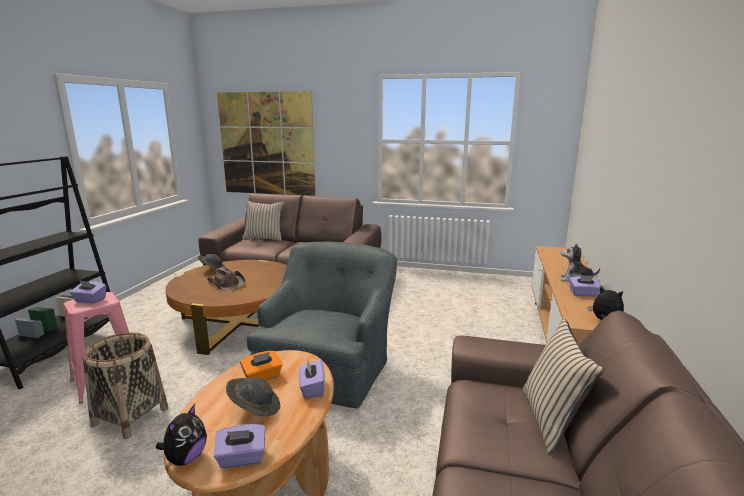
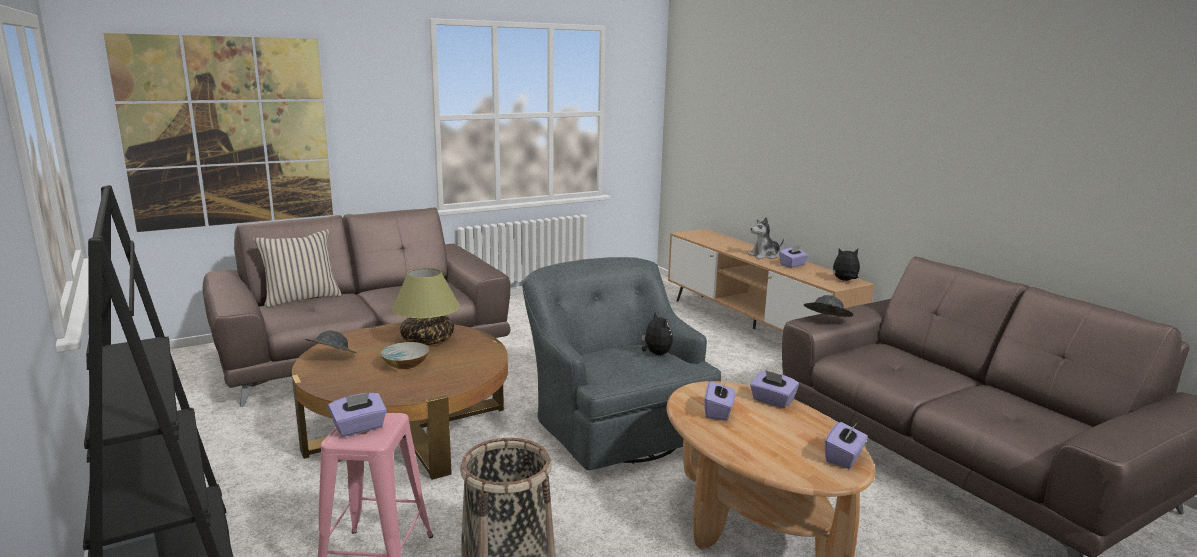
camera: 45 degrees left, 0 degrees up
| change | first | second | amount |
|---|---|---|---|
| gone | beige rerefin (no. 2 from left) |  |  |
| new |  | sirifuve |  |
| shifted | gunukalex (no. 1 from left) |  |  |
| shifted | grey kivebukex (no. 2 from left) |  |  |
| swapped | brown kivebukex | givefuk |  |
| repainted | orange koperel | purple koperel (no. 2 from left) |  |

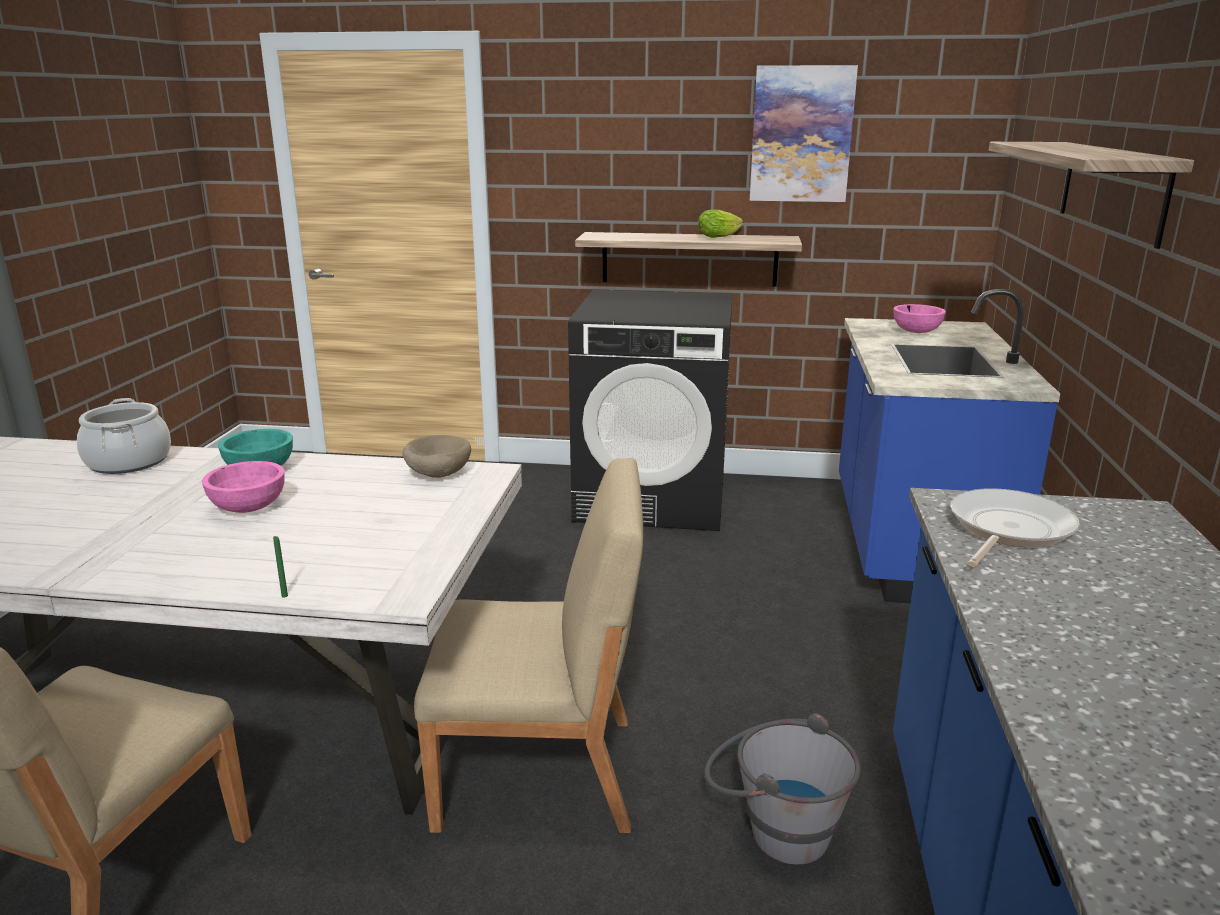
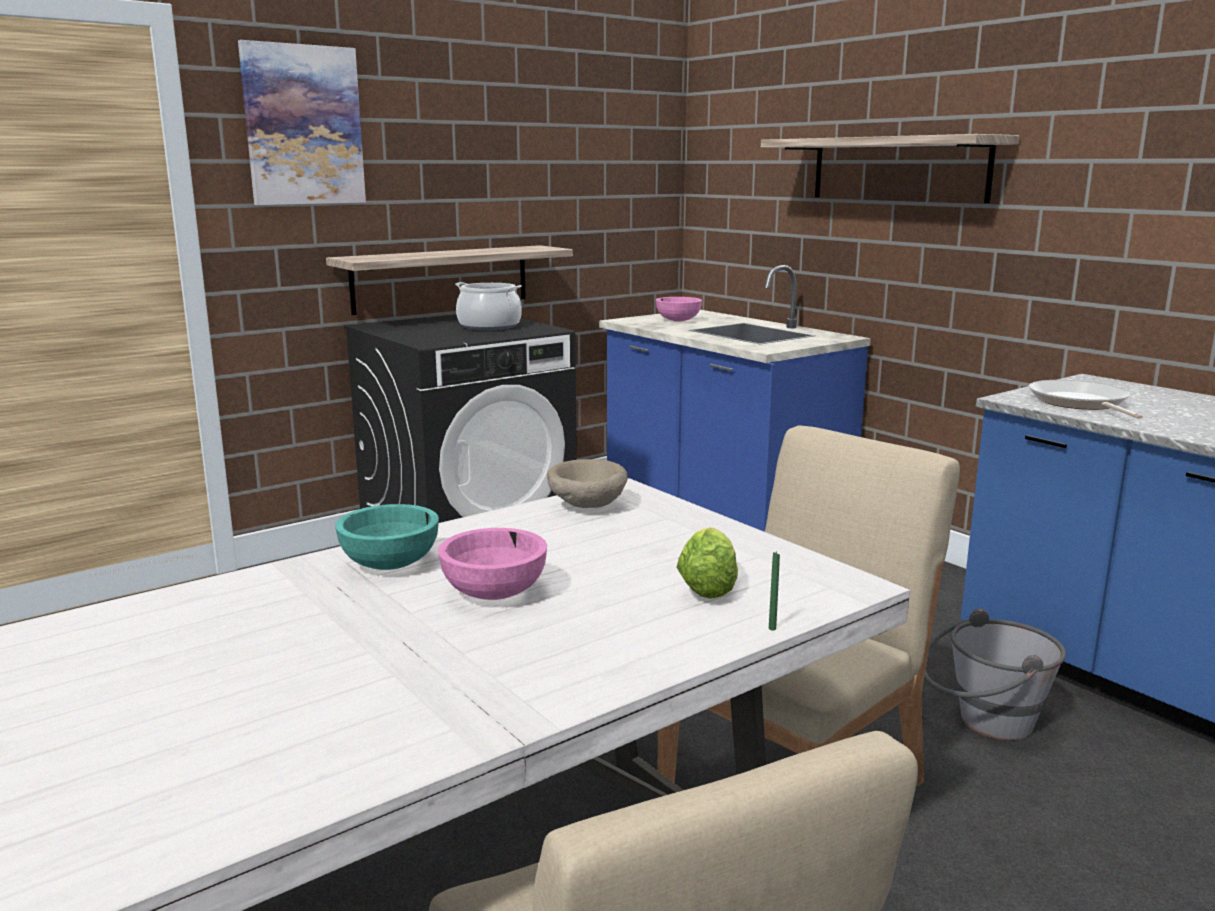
camera: 45 degrees left, 5 degrees down
| change | first | second | amount |
|---|---|---|---|
| shifted | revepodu |  |  |
| shifted | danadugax |  |  |
| shifted | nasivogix |  |  |

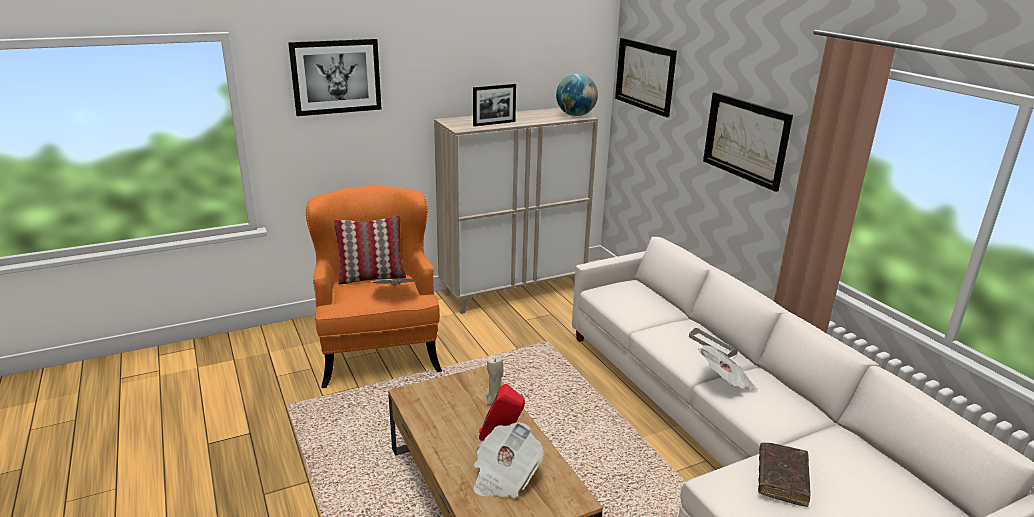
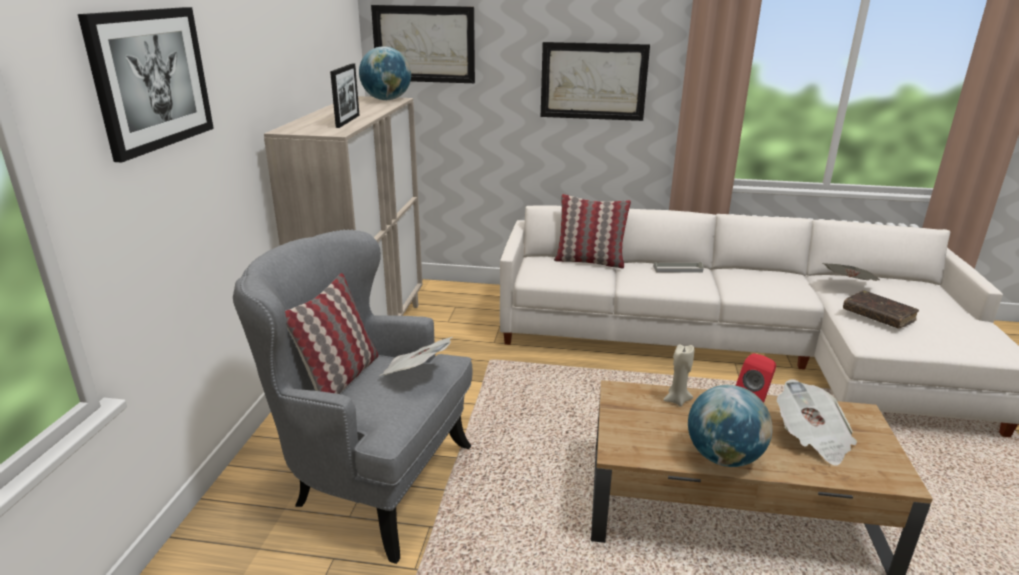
camera: 55 degrees left, 0 degrees up
| change | first | second | amount |
|---|---|---|---|
| new |  | rerefin (no. 2 from left) |  |
| new |  | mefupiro (no. 2 from left) |  |
| shifted | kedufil (no. 3 from left) |  |  |
| repainted | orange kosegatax | grey kosegatax |  |

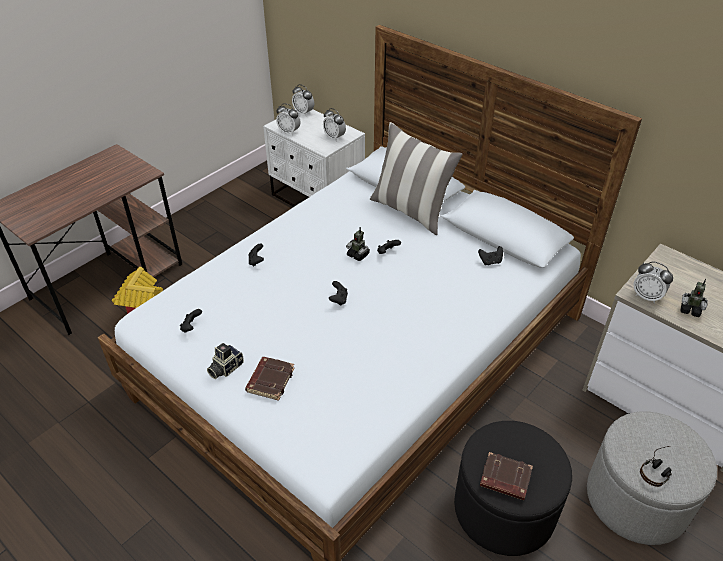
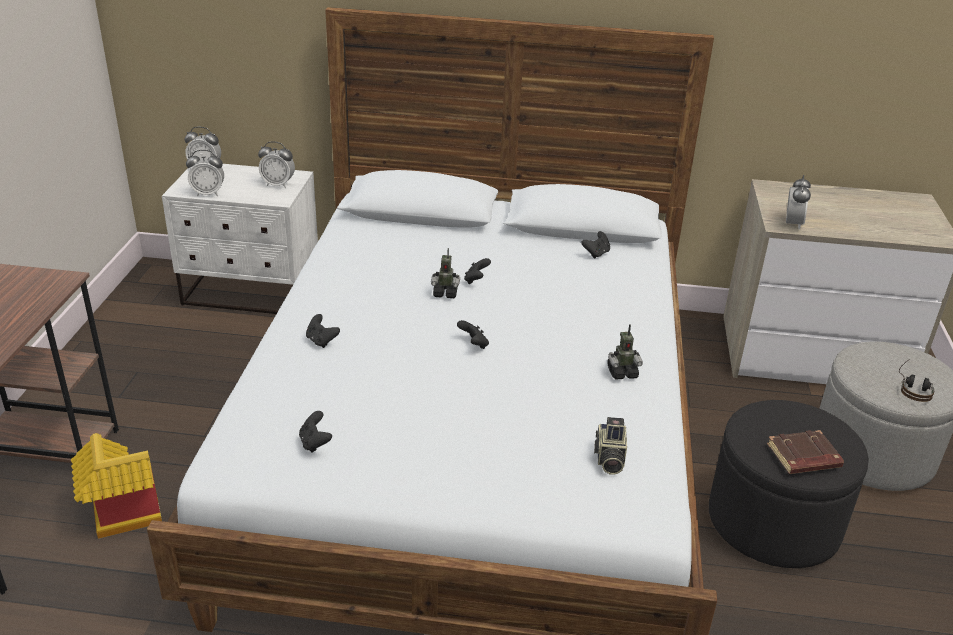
camera: 35 degrees left, 10 degrees down
| change | first | second | amount |
|---|---|---|---|
| gone | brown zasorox (no. 1 from left) |  |  |
| gone | rerefin |  |  |
| shifted | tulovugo |  |  |
| shifted | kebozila (no. 2 from left) |  |  |
| rotated | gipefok (no. 4 from left) |  | 75 degrees counterclockwise |

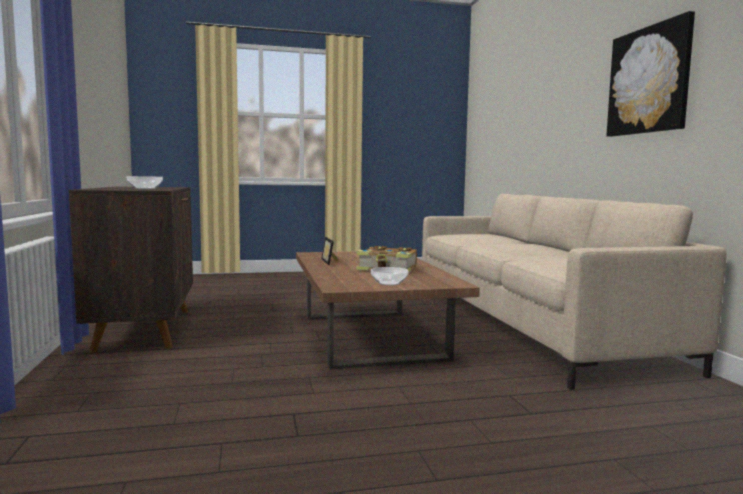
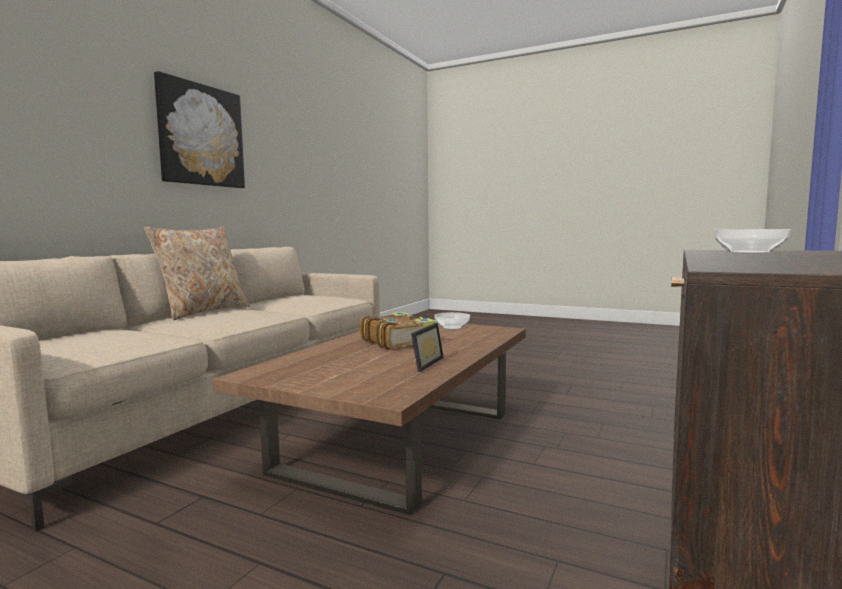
camera: 140 degrees left, 0 degrees up
| change | first | second | amount |
|---|---|---|---|
| new |  | beige rerefin |  |

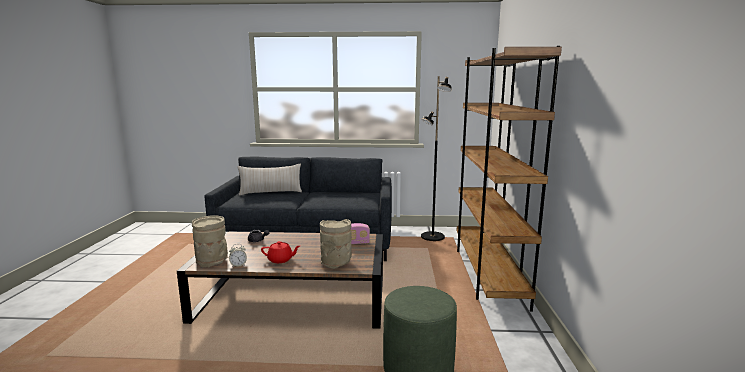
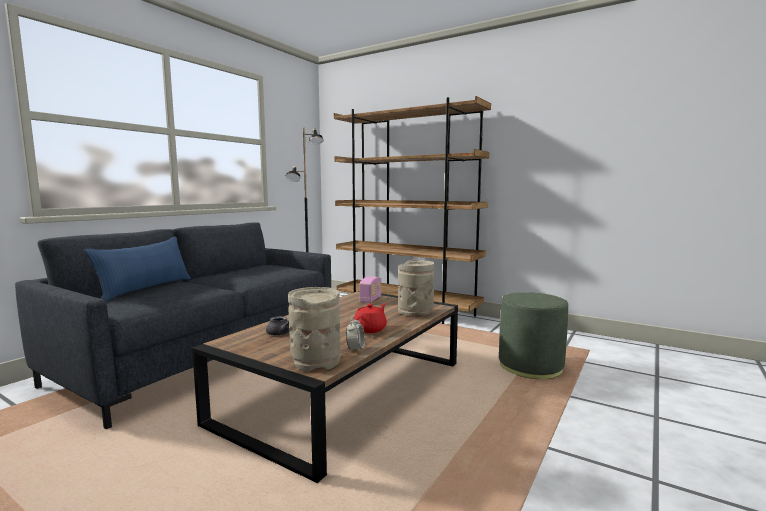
camera: 60 degrees left, 5 degrees down
| change | first | second | amount |
|---|---|---|---|
| repainted | beige rerefin | blue rerefin |  |

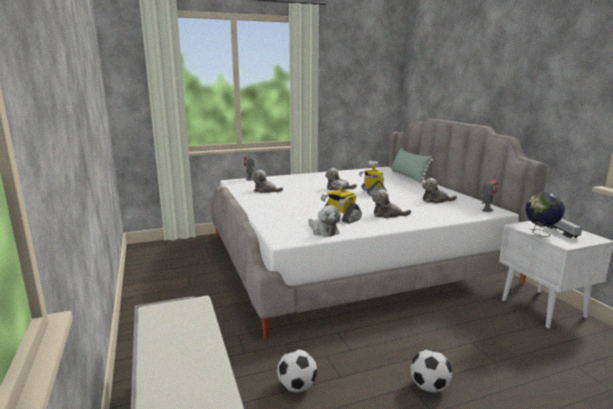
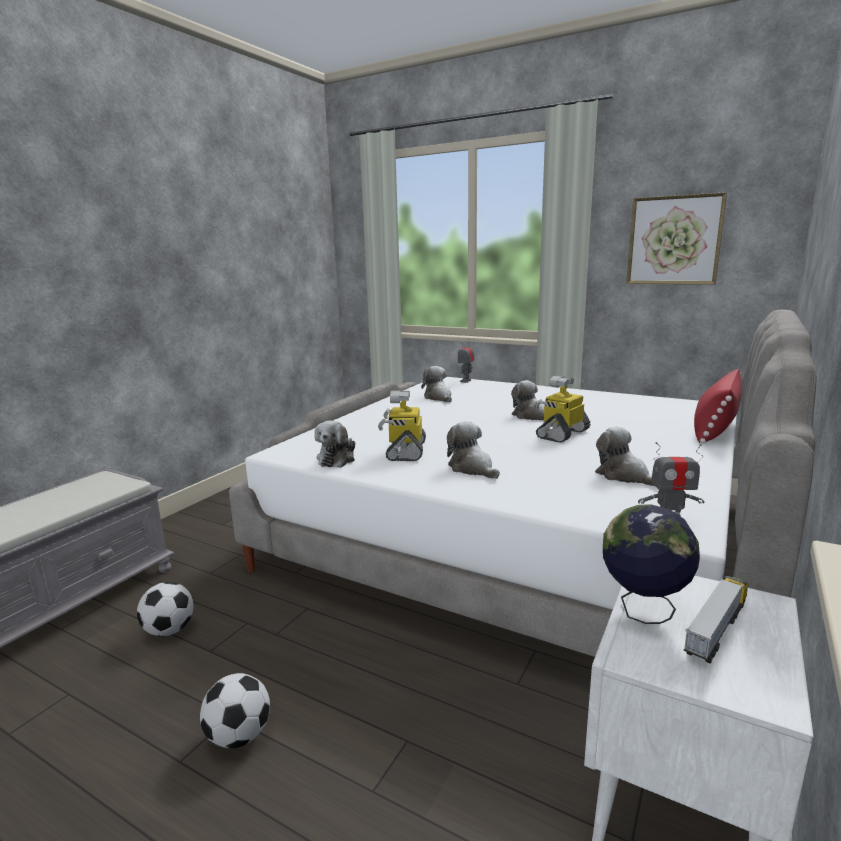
camera: 50 degrees right, 0 degrees up
| change | first | second | amount |
|---|---|---|---|
| new |  | nasivogix |  |
| repainted | green rerefin | red rerefin |  |

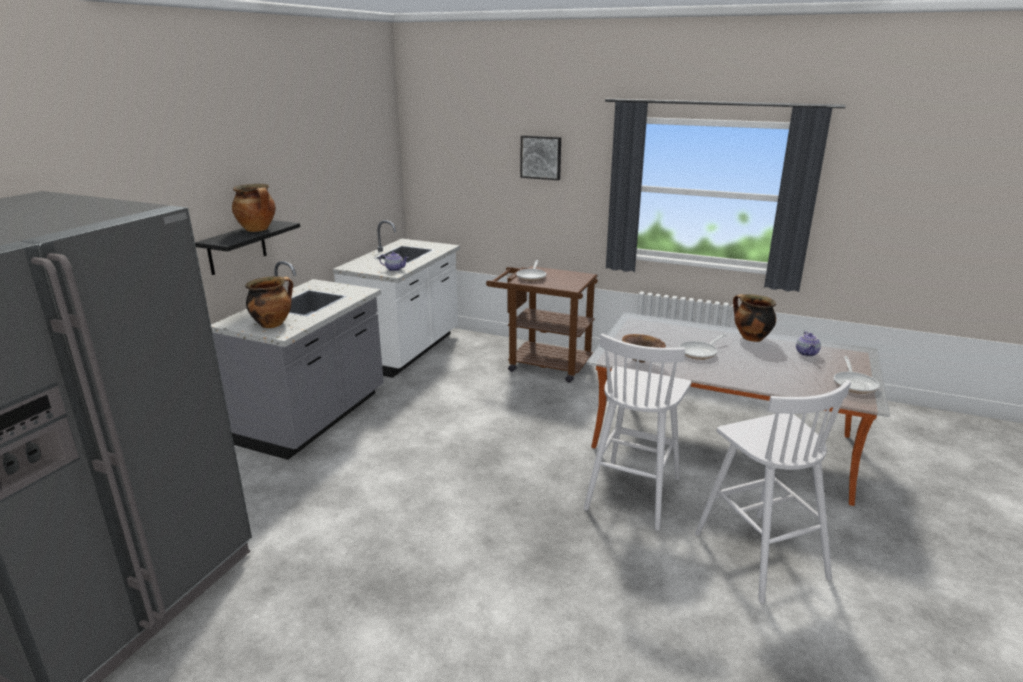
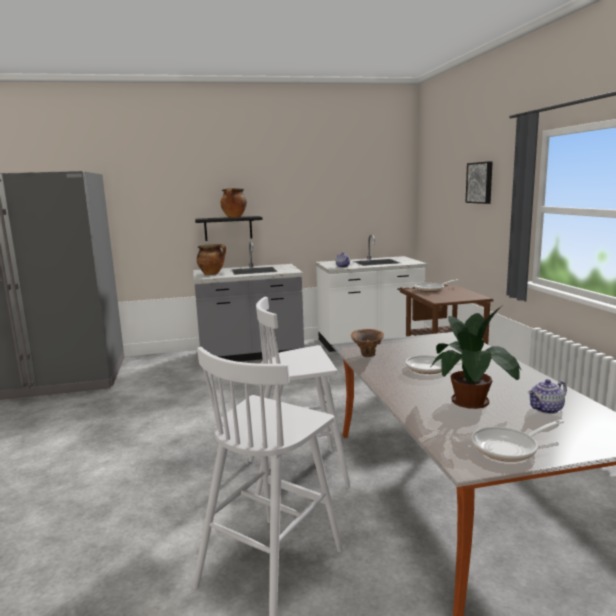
camera: 55 degrees right, 10 degrees down
| change | first | second | amount |
|---|---|---|---|
| gone | revepodu (no. 3 from left) |  |  |
| new |  | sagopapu |  |

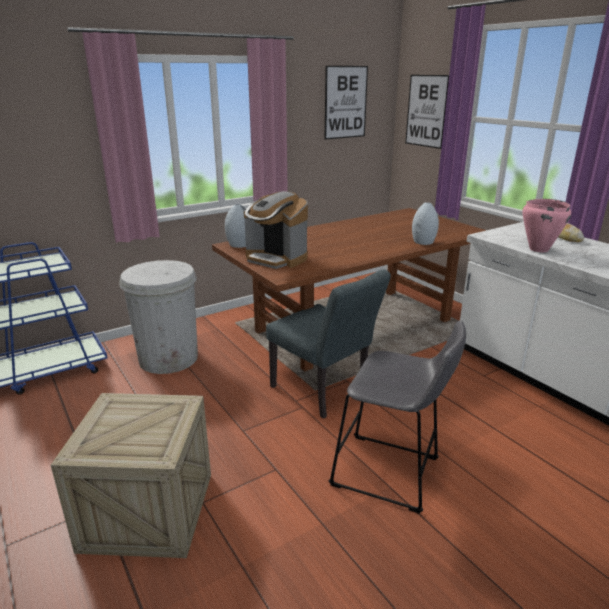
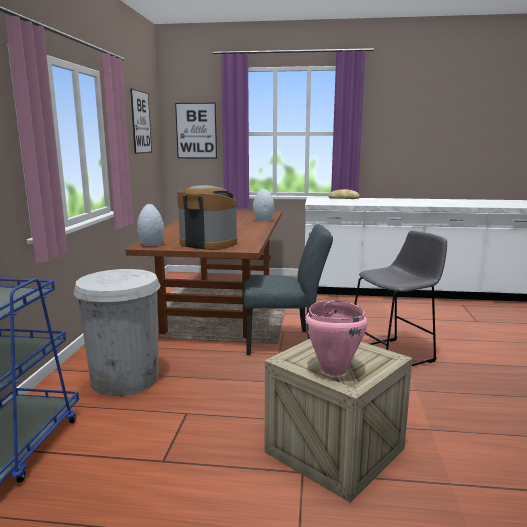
camera: 50 degrees left, 10 degrees down
| change | first | second | amount |
|---|---|---|---|
| shifted | pink revepodu |  |  |
| rotated | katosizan |  | 135 degrees counterclockwise |

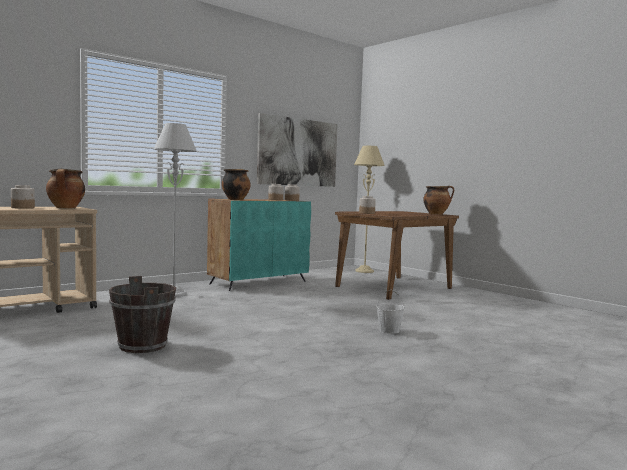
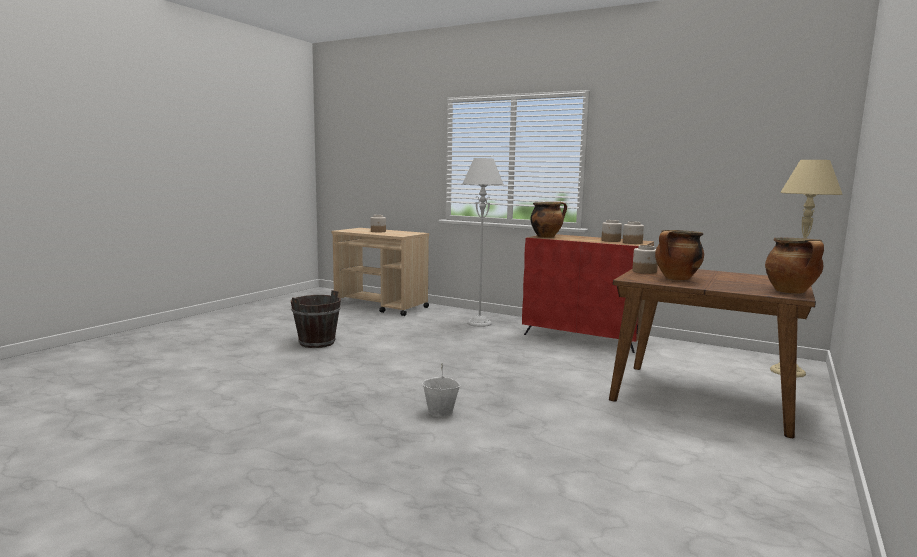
camera: 70 degrees right, 5 degrees up
| change | first | second | amount |
|---|---|---|---|
| gone | nasivogix |  |  |
| shifted | revepodu (no. 1 from left in the first image) | revepodu (no. 2 from left) |  |
| repainted | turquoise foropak | red foropak |  |

